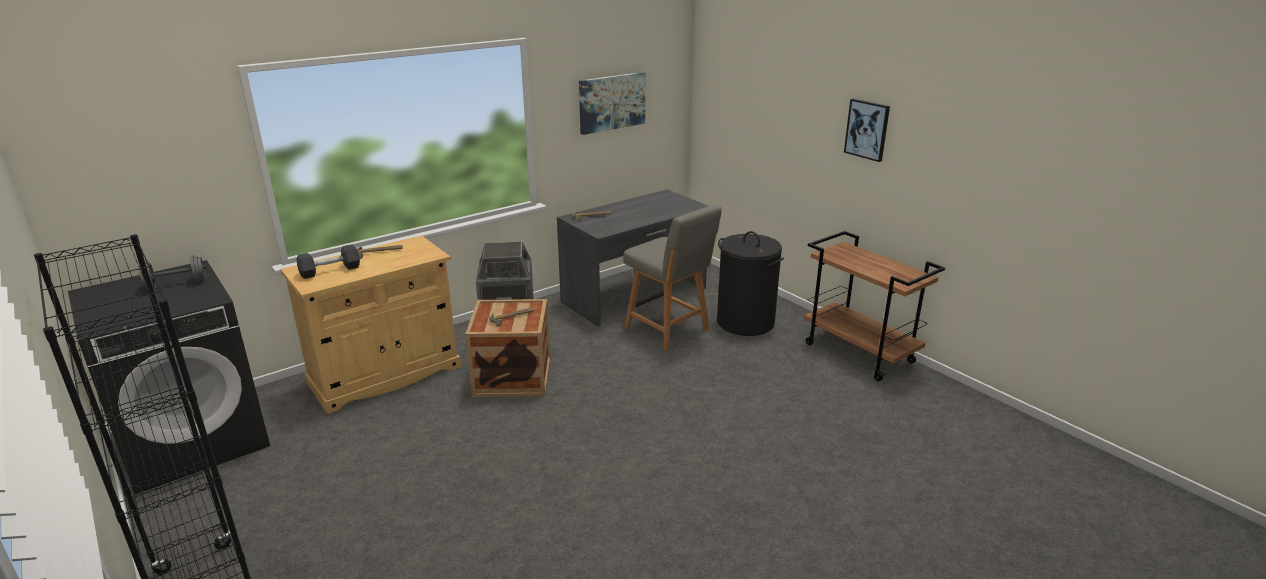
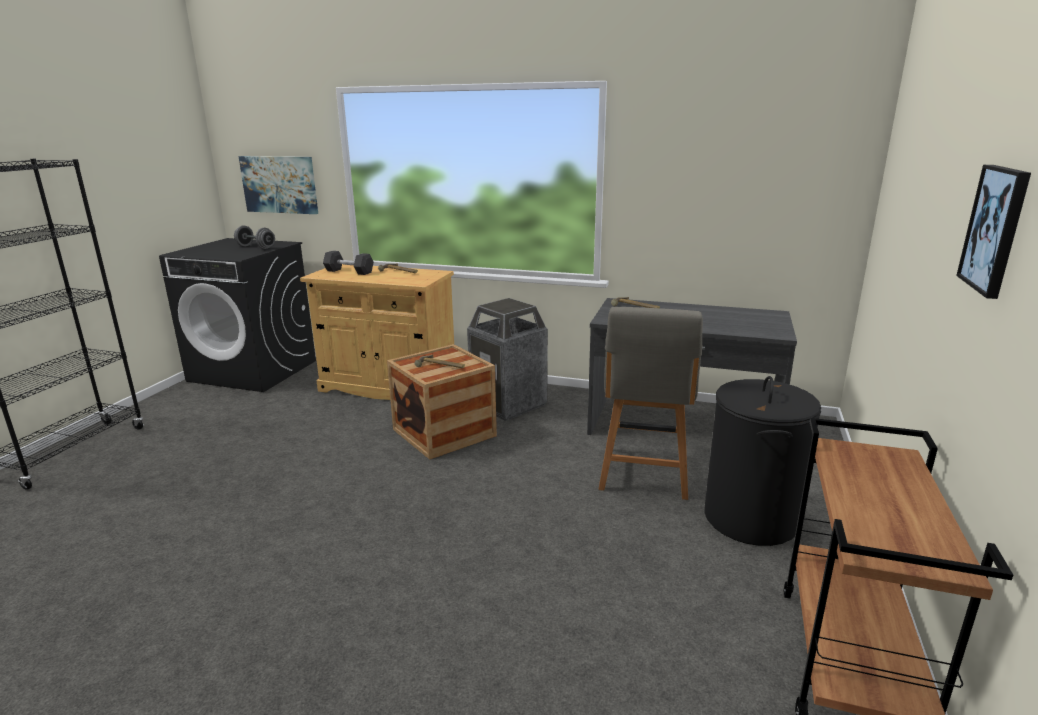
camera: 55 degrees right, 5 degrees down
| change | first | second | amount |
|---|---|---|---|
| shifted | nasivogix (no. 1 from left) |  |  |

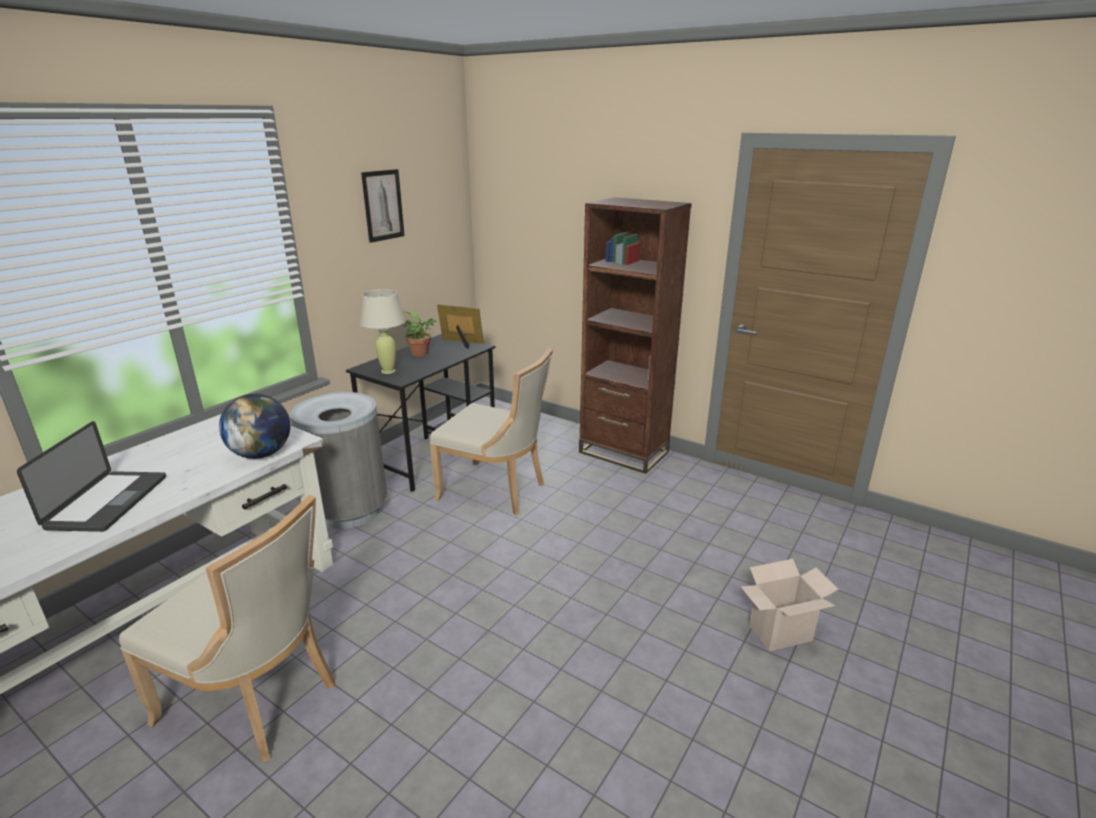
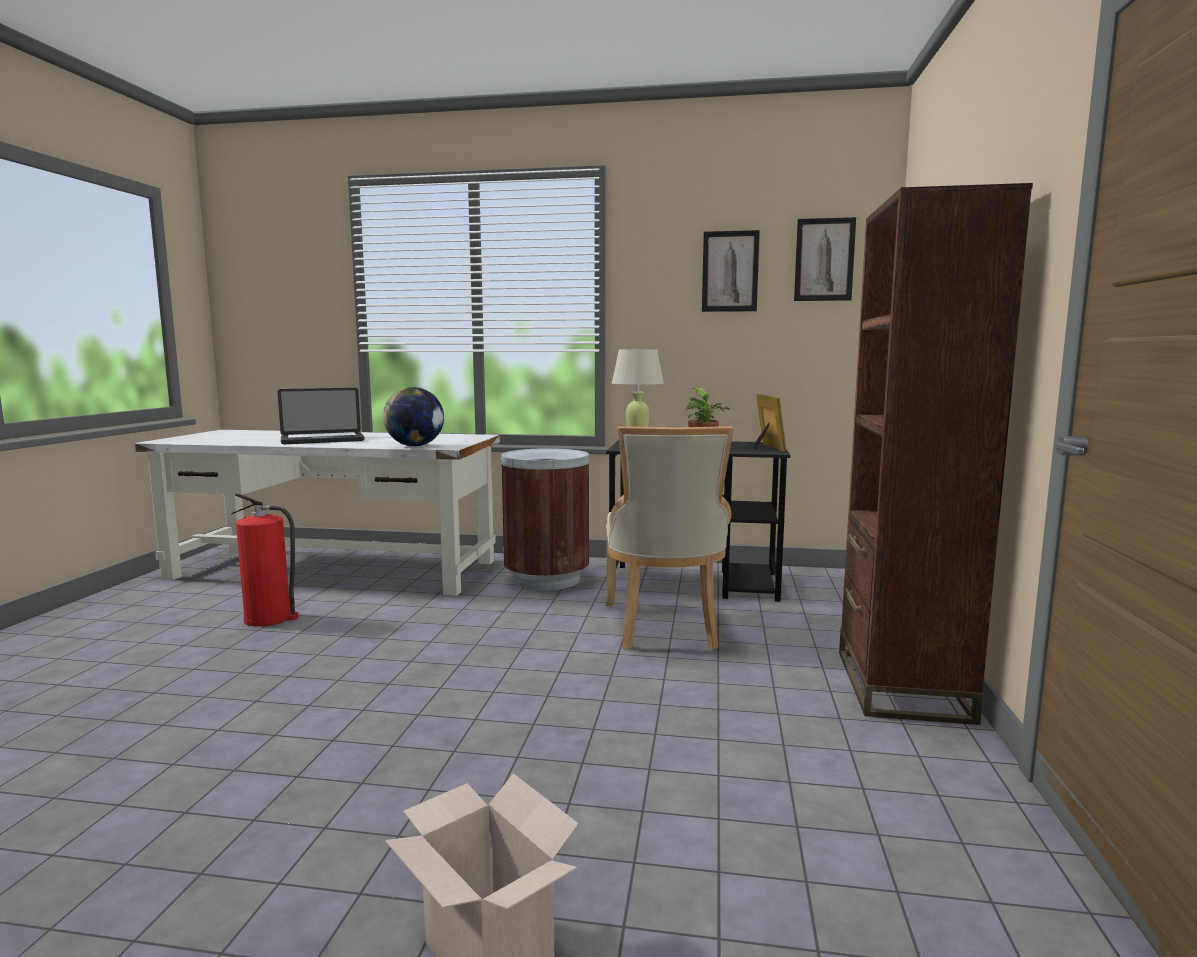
camera: 65 degrees right, 15 degrees down
| change | first | second | amount |
|---|---|---|---|
| new |  | nasivogix (no. 2 from left) |  |
| swapped | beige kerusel (no. 1 from left) | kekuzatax |  |
| repainted | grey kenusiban | brown kenusiban |  |

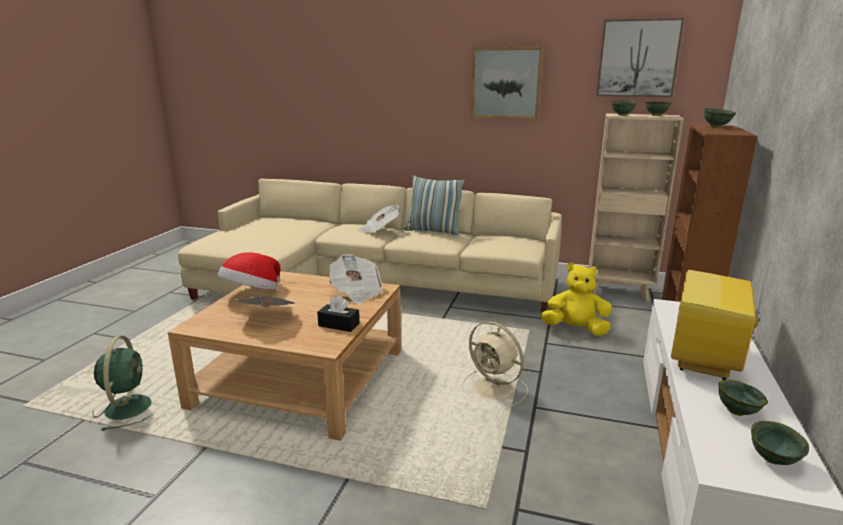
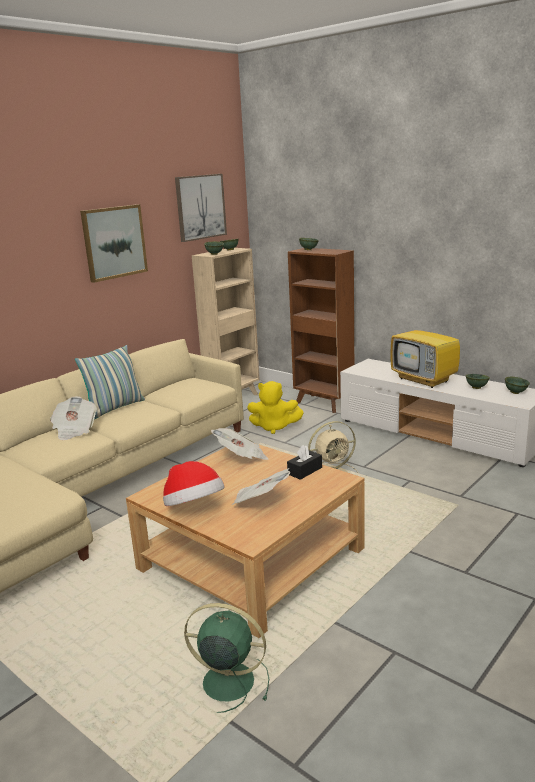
camera: 65 degrees left, 0 degrees up
| change | first | second | amount |
|---|---|---|---|
| rotated | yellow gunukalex |  | 120 degrees counterclockwise |

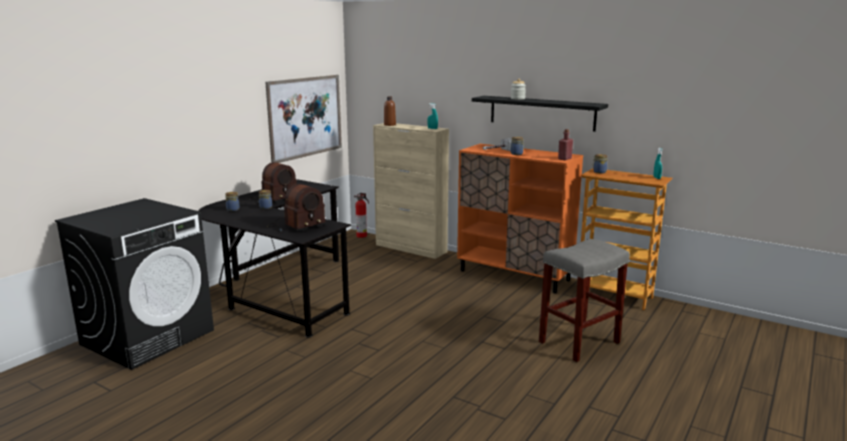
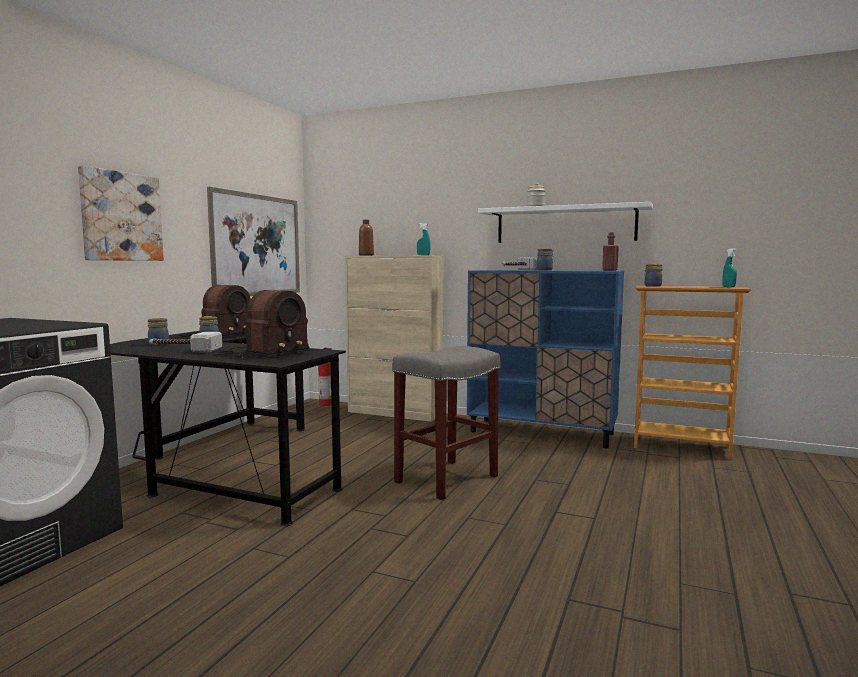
camera: 10 degrees left, 10 degrees down
| change | first | second | amount |
|---|---|---|---|
| new |  | nasivogix (no. 1 from left) |  |
| new |  | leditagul (no. 1 from left) |  |
| shifted | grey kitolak |  |  |
| repainted | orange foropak | blue foropak |  |
| repainted | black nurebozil | white nurebozil |  |

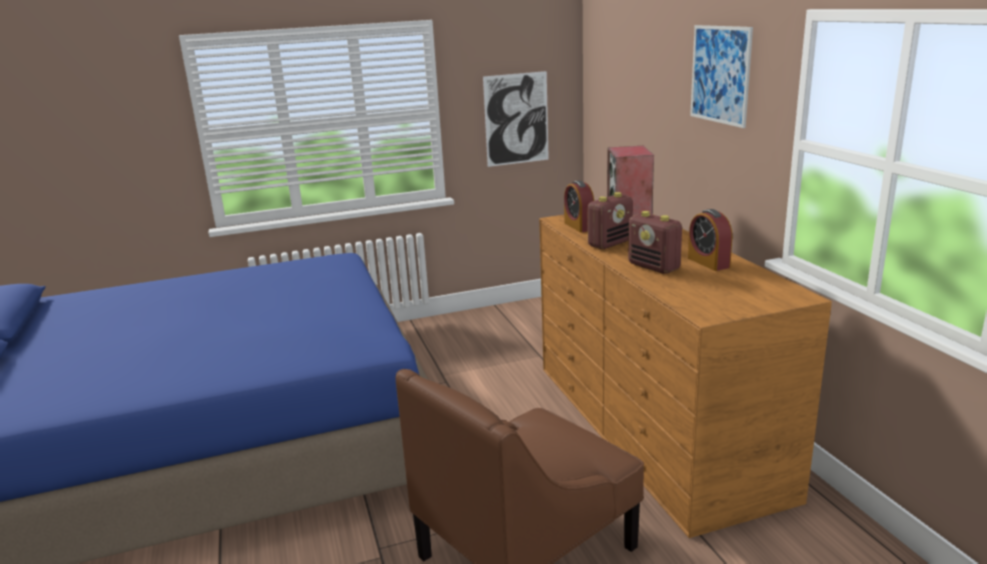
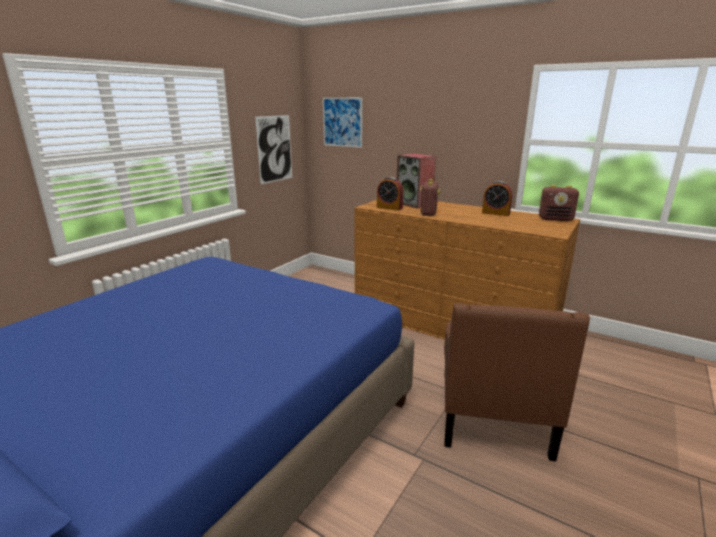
camera: 40 degrees left, 0 degrees up
| change | first | second | amount |
|---|---|---|---|
| shifted | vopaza (no. 2 from left) |  |  |
| shifted | nasivogix (no. 2 from left) |  |  |

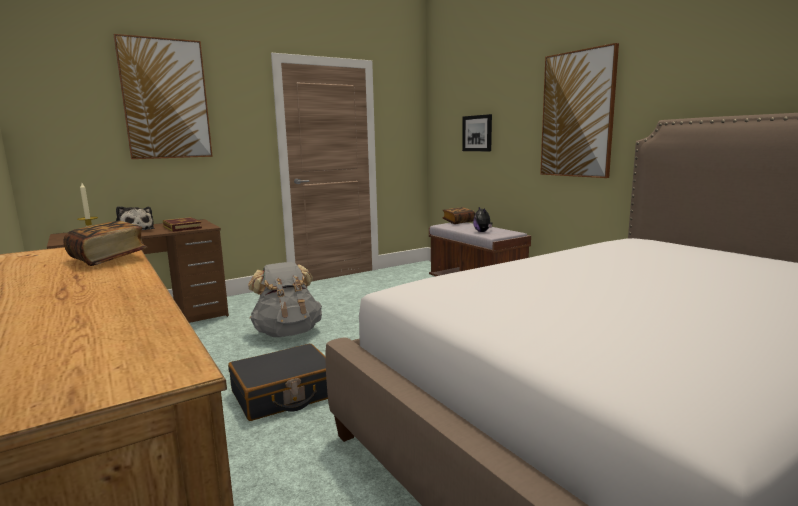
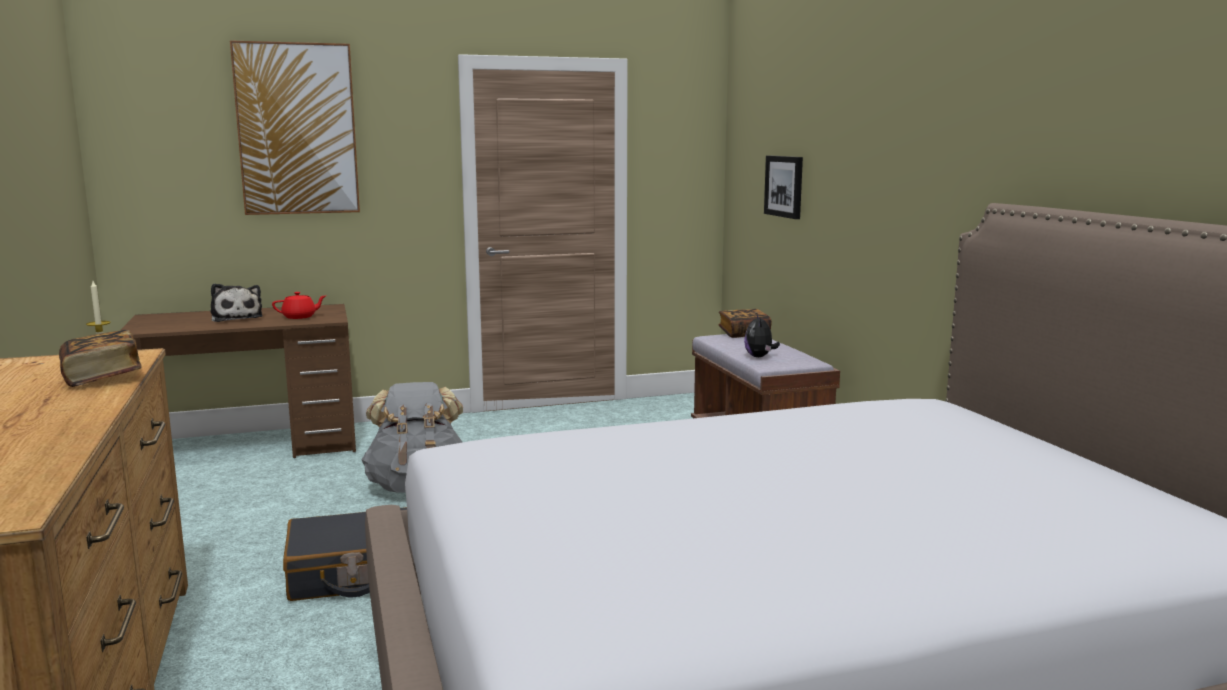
camera: 15 degrees right, 0 degrees up
| change | first | second | amount |
|---|---|---|---|
| gone | nasivogix (no. 3 from left) |  |  |
| swapped | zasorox (no. 2 from left) | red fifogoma |  |

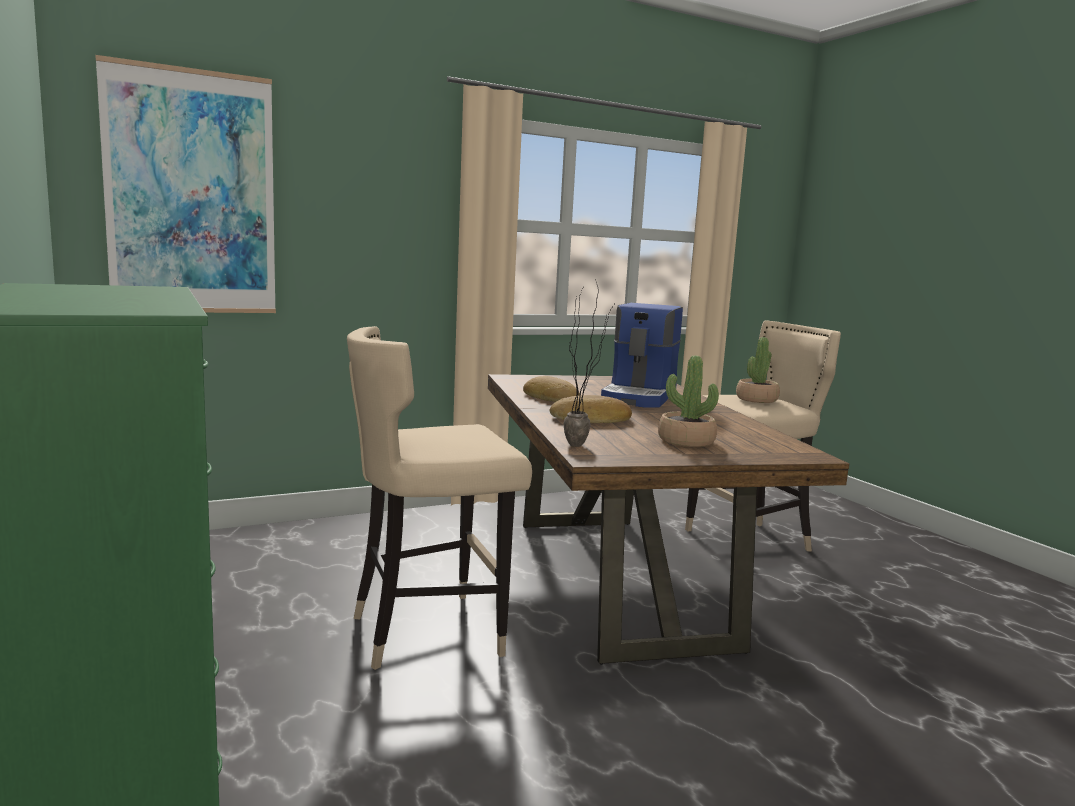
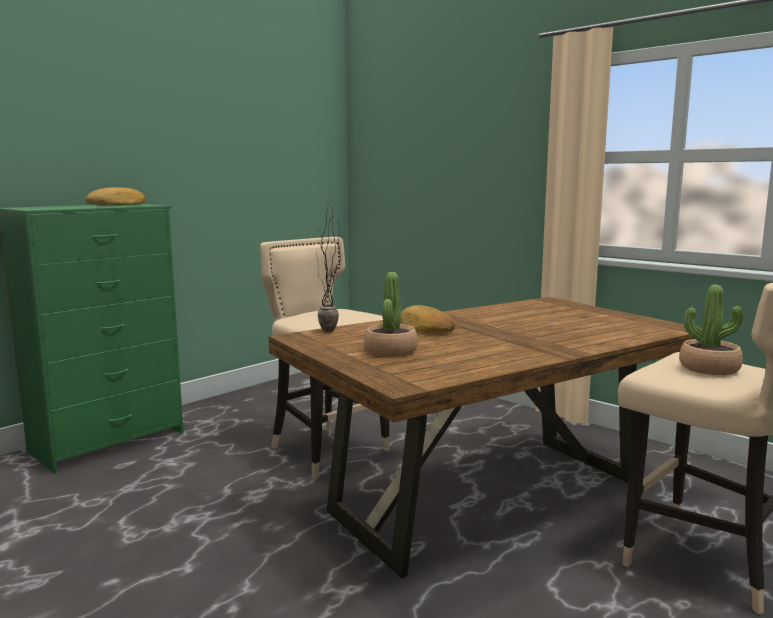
camera: 70 degrees right, 0 degrees up
| change | first | second | amount |
|---|---|---|---|
| gone | nasivogix |  |  |
| gone | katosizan |  |  |
| shifted | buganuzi (no. 1 from left) |  |  |

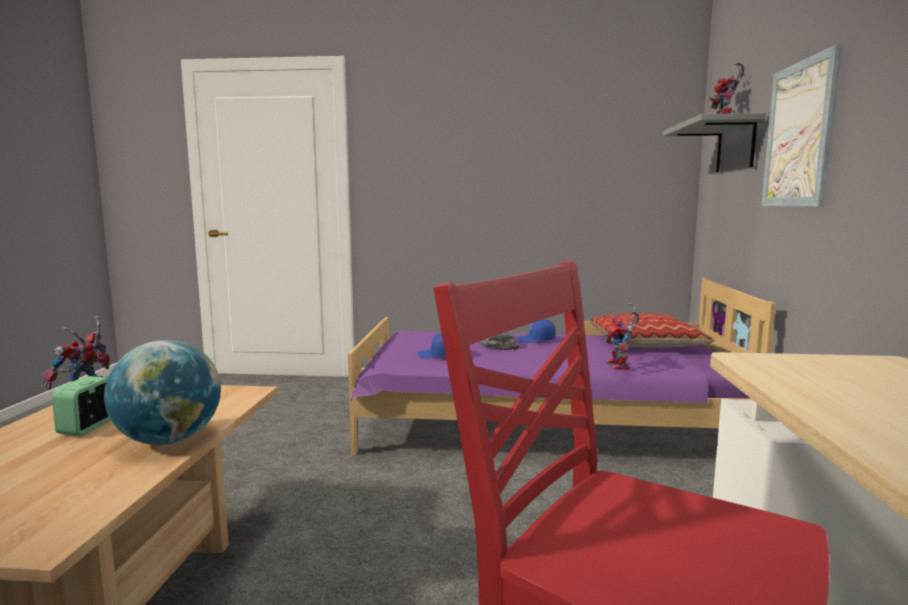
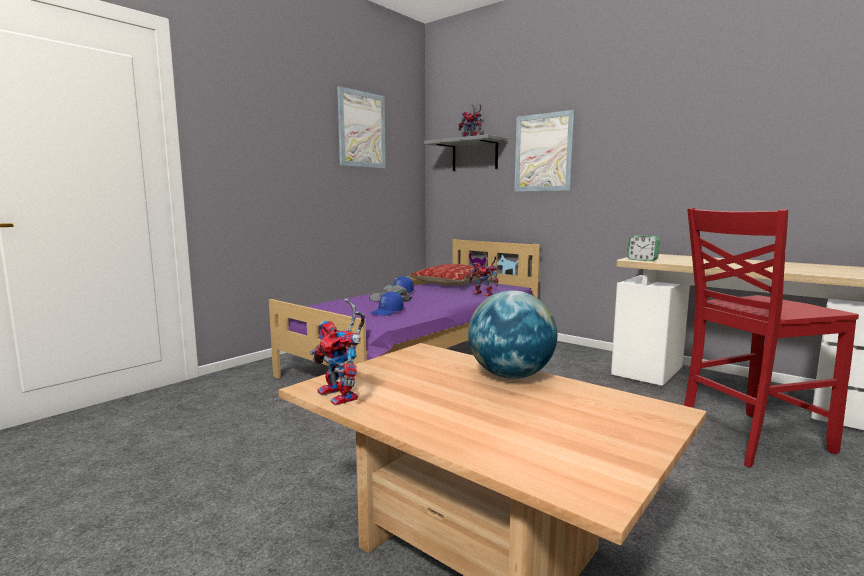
camera: 55 degrees left, 0 degrees up
| change | first | second | amount |
|---|---|---|---|
| new |  | nasivogix (no. 1 from left) |  |
| shifted | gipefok |  |  |

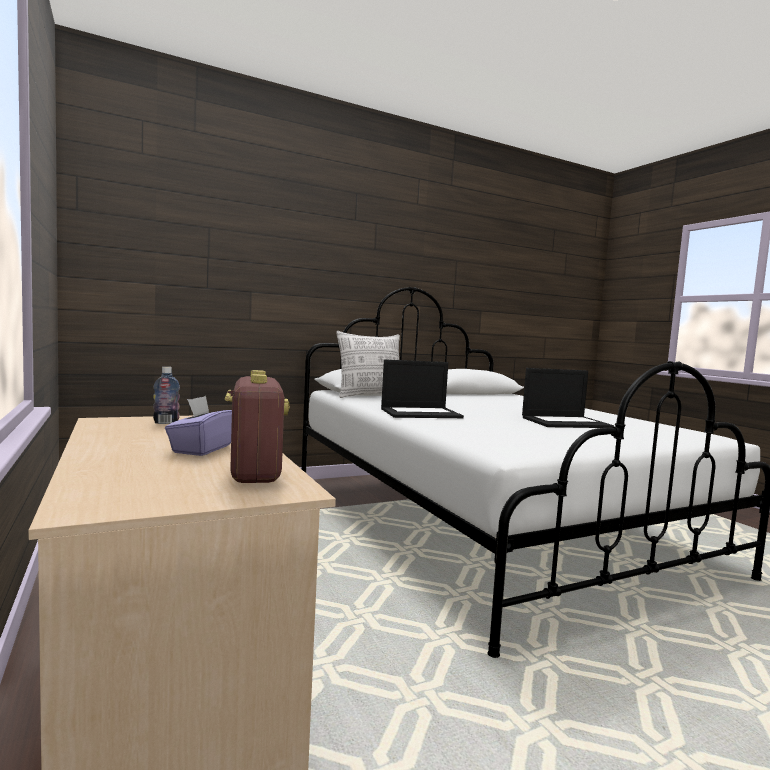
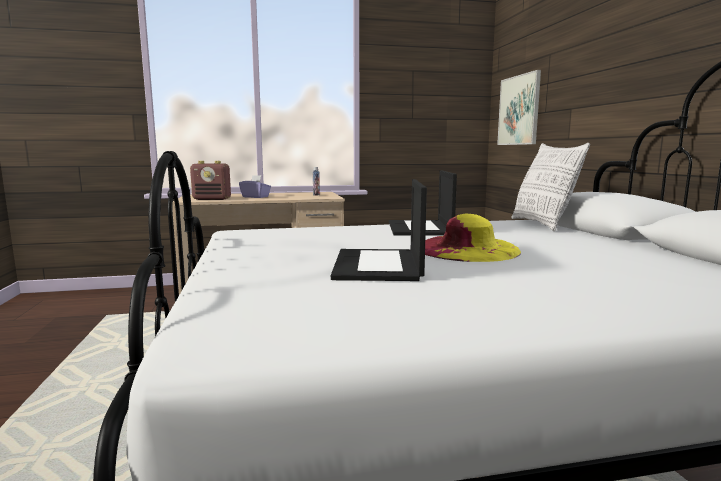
camera: 105 degrees right, 5 degrees up
| change | first | second | amount |
|---|---|---|---|
| new |  | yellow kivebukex |  |
| new |  | nasivogix |  |

